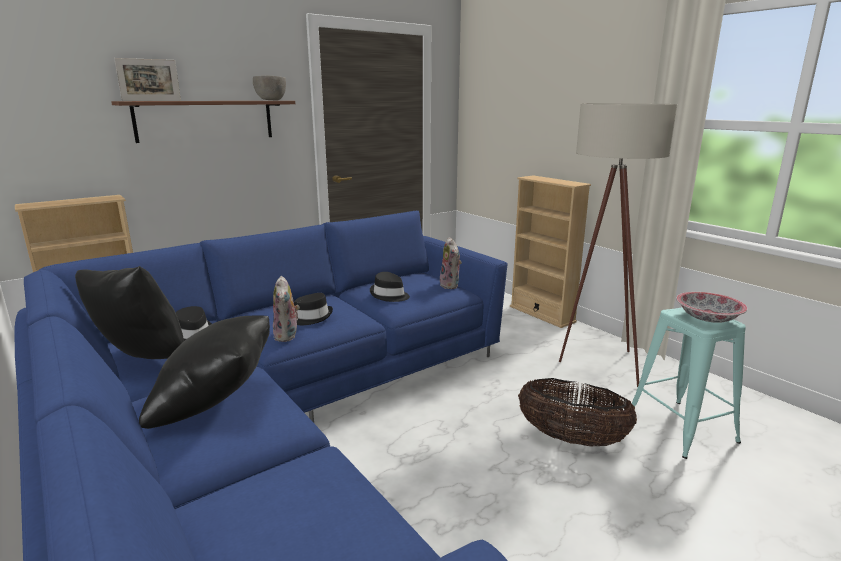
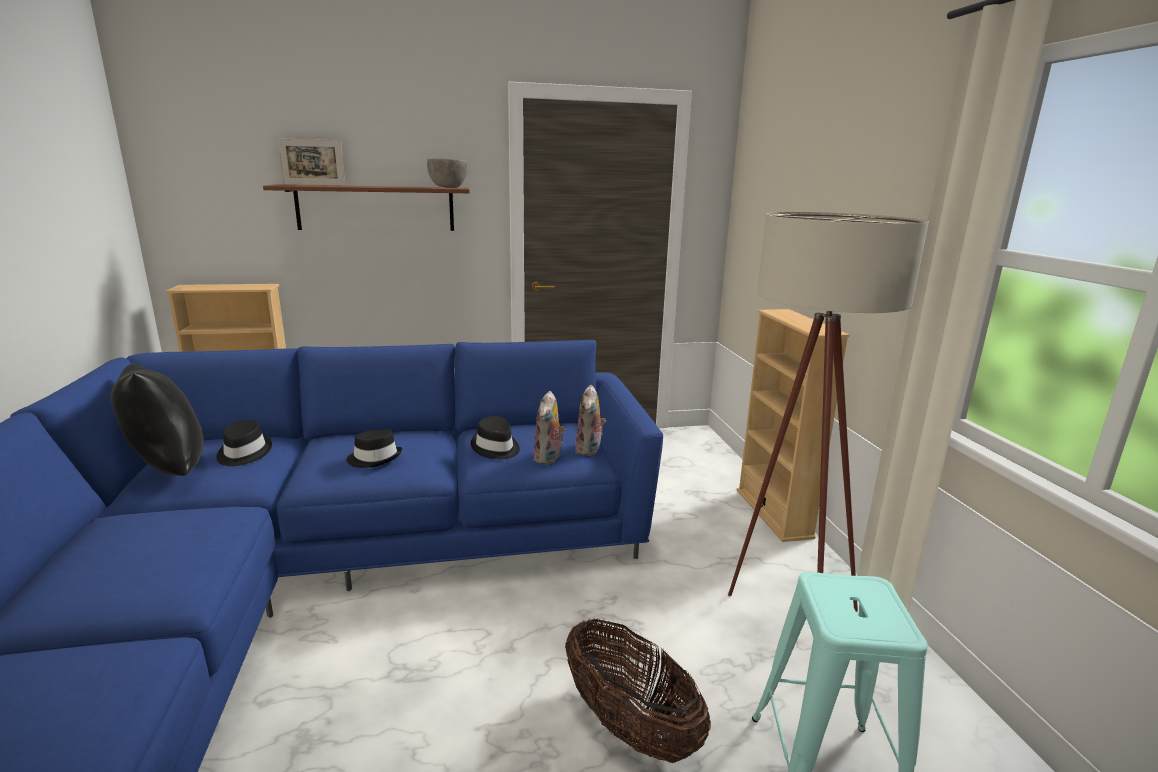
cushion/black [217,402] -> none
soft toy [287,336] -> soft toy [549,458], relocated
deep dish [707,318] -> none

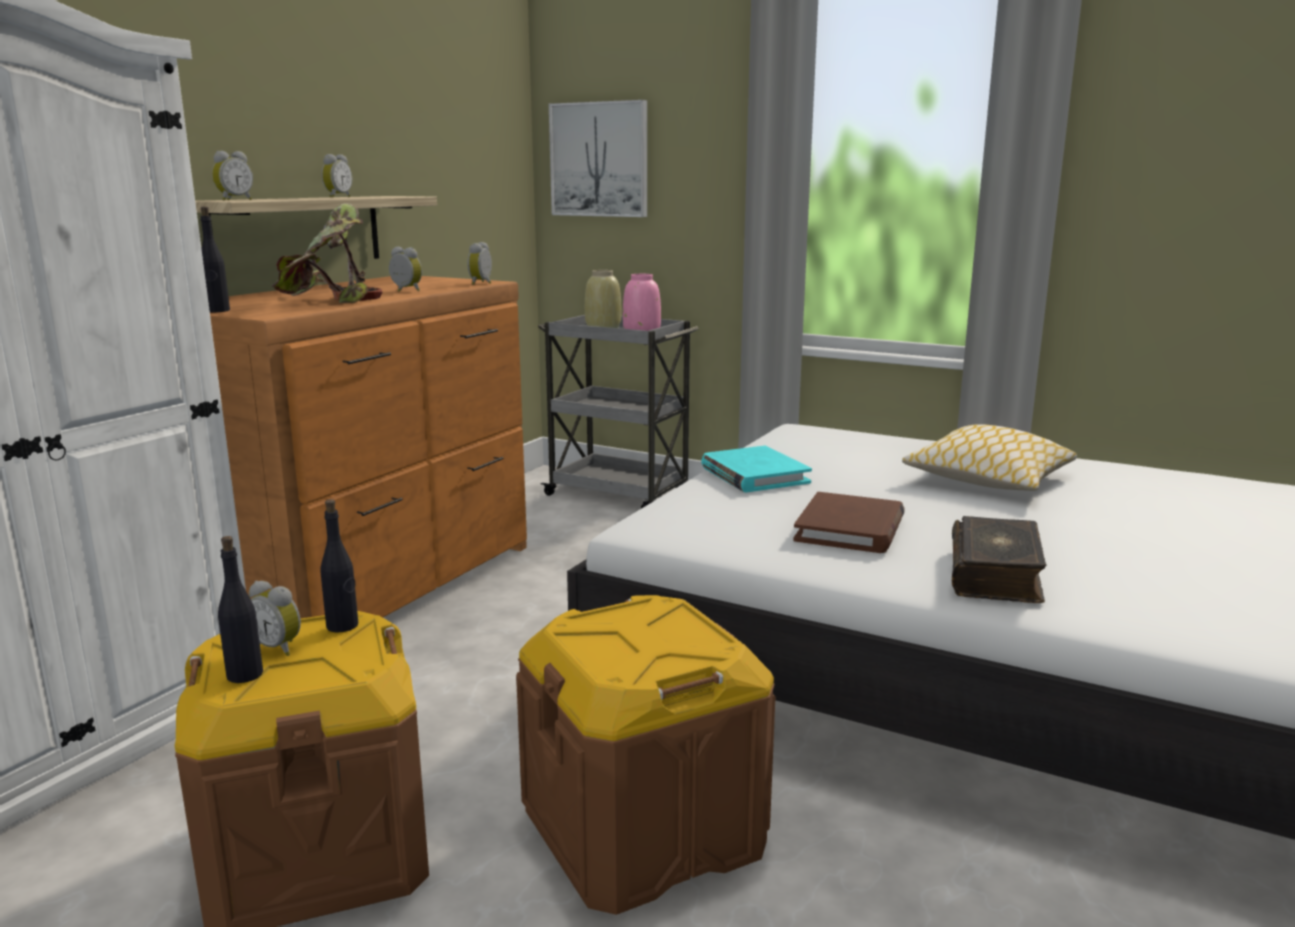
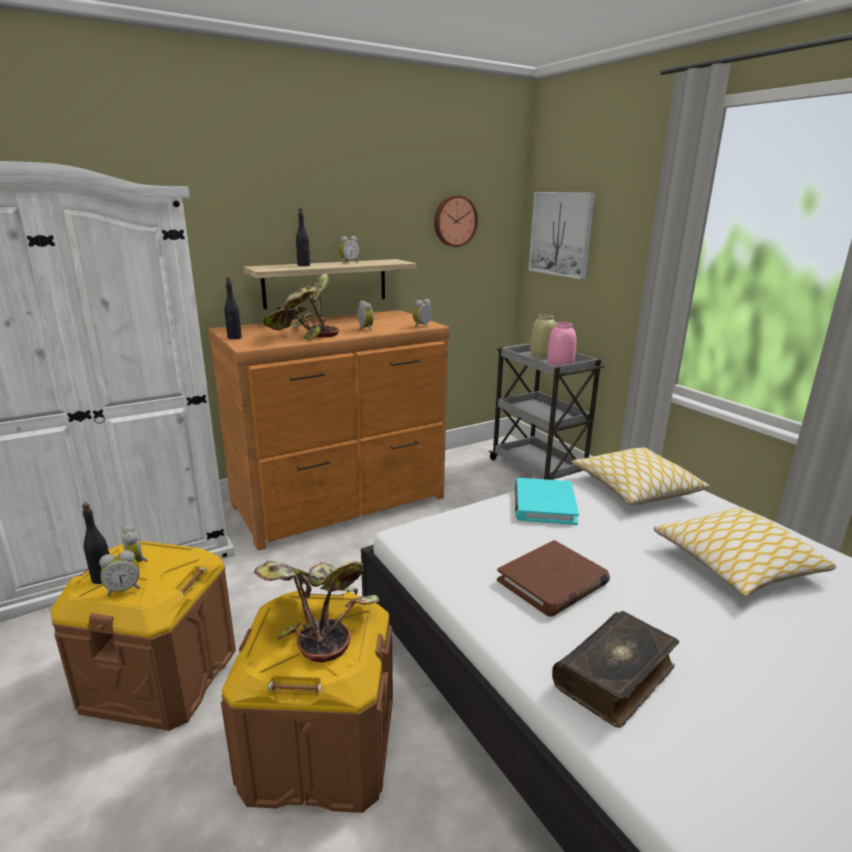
table clock [234,200] -> table clock [124,589], relocated
beverage bottle/black [343,626] -> beverage bottle/black [304,265], relocated
none -> potted plant [316,622]
none -> clock on the wall [454,221]
none -> cushion [635,488]

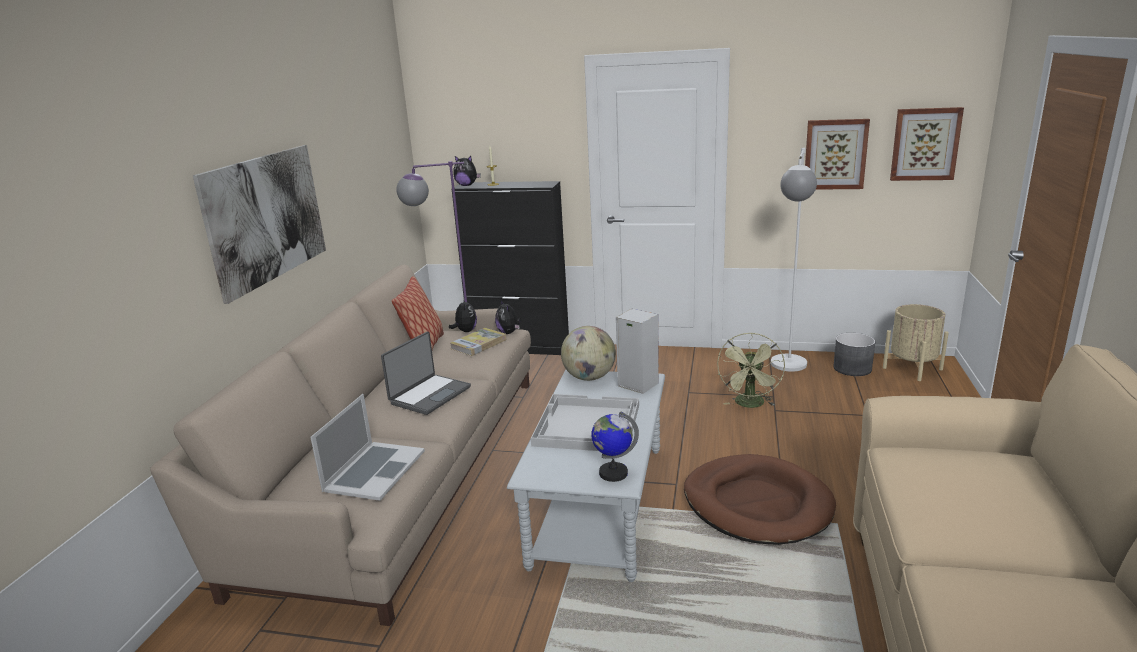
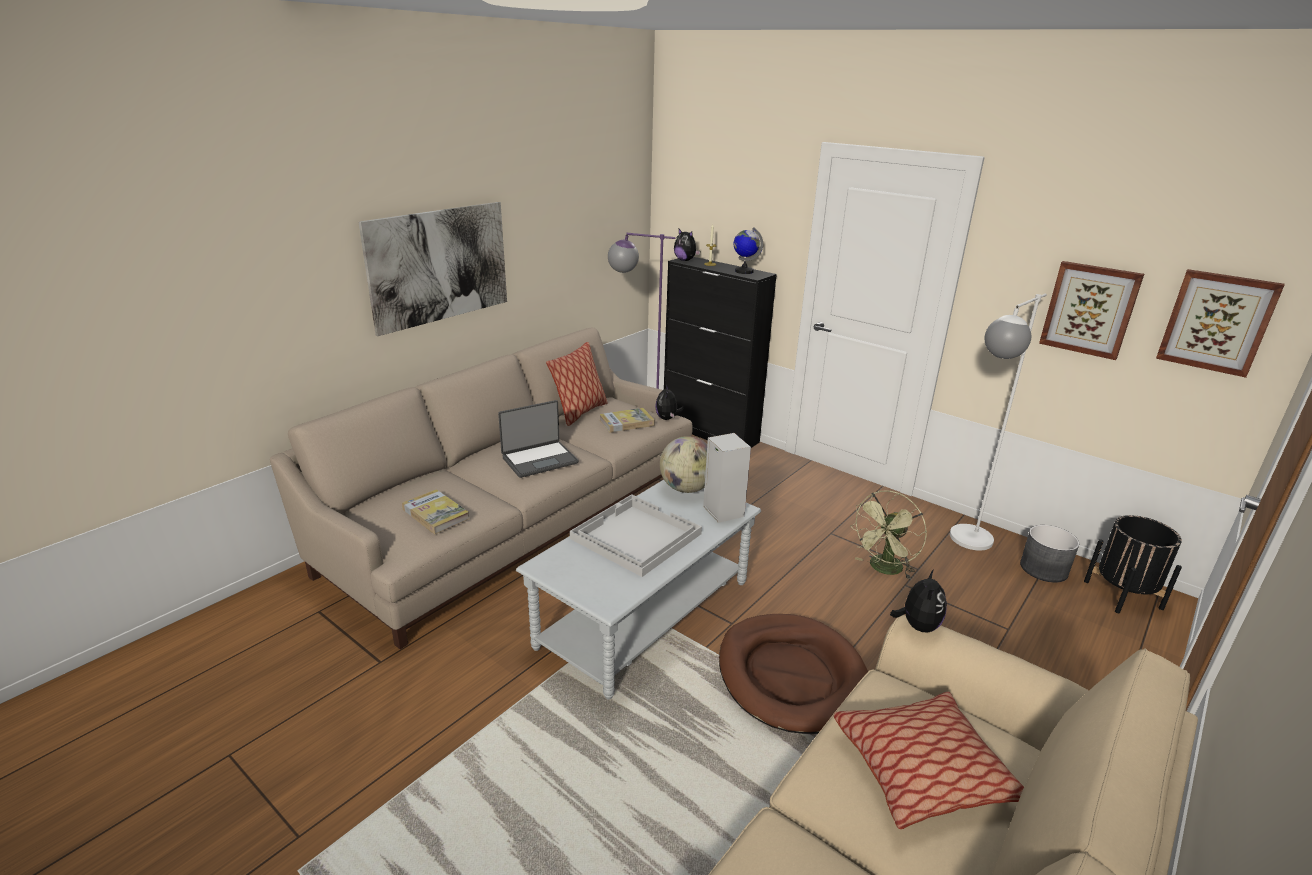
portable computer [374,470] -> volume [435,514]
soft toy [465,331] -> soft toy [917,625], relocated
world globe [613,473] -> world globe [744,271], relocated
flower pot/beige [912,368] -> flower pot/black [1122,595]
none -> cushion [922,770]

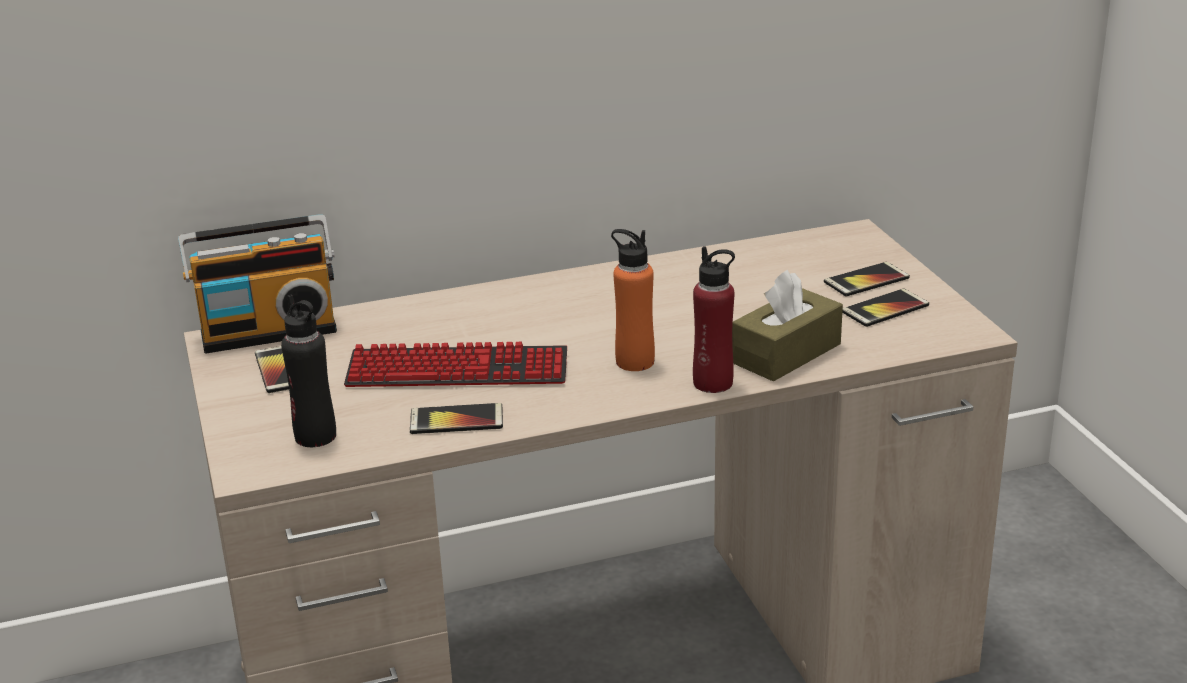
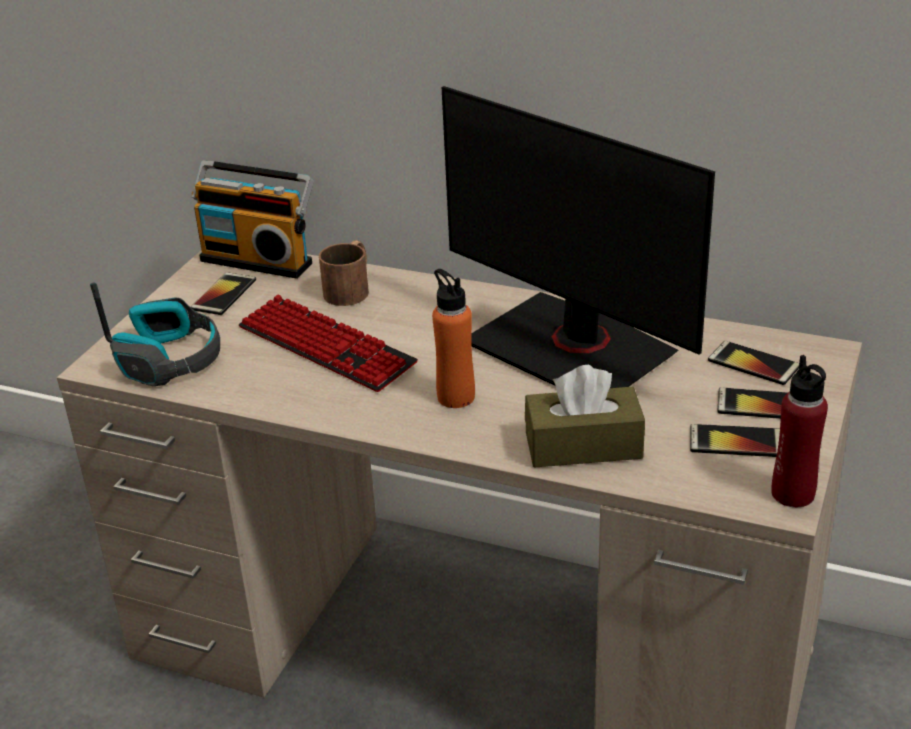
beverage bottle/black [315,436] -> headphones [169,358]
phone [456,420] -> phone [753,364], relocated
beverage bottle/red-coloured [713,383] -> beverage bottle/red-coloured [793,494], relocated
none -> tea mug/brown [351,288]
none -> monitor [571,349]

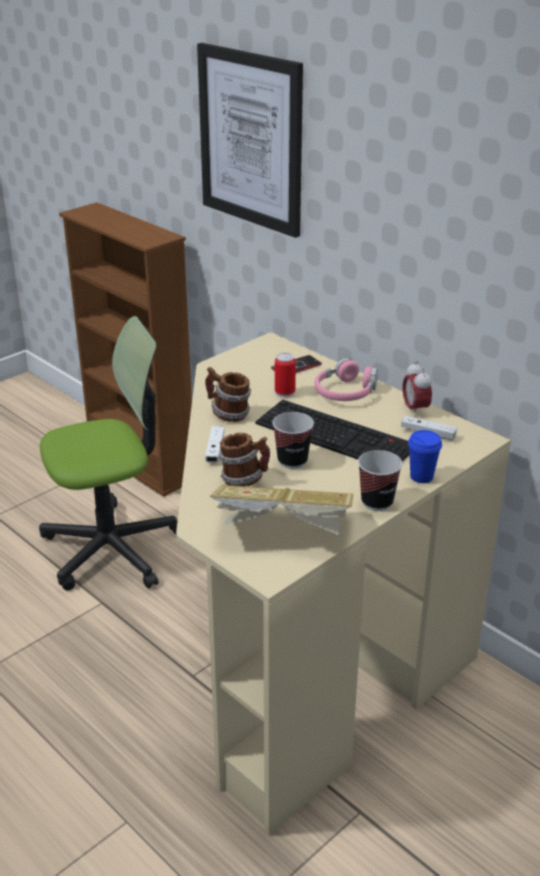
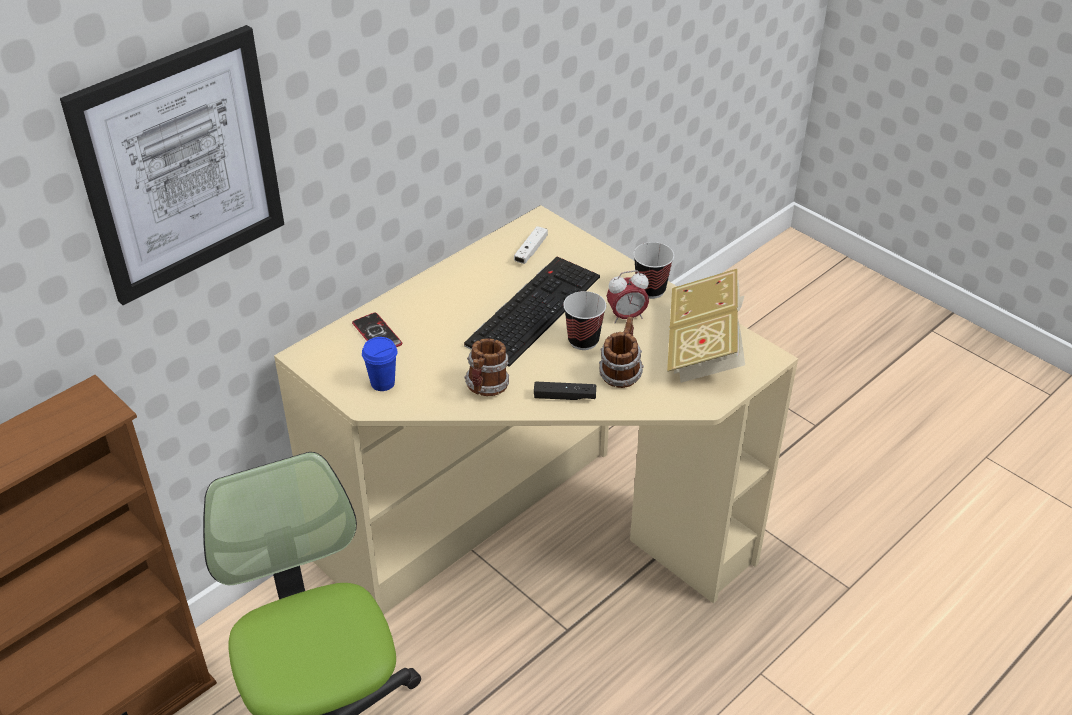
joypad/whitish [215,450] -> joypad/black [564,396]
sealed can [284,393] -> none
headphones/pink [345,392] -> none
table clock [415,410] -> table clock [626,317], relocated
drinking cup/blue [421,477] -> drinking cup/blue [383,383], relocated

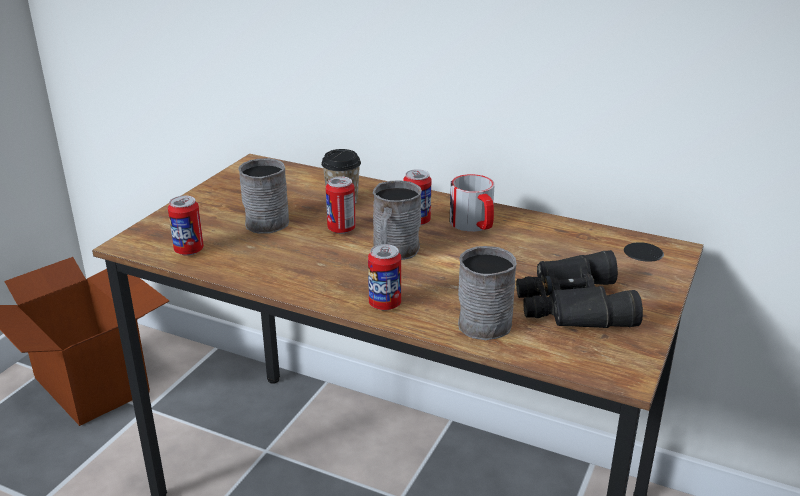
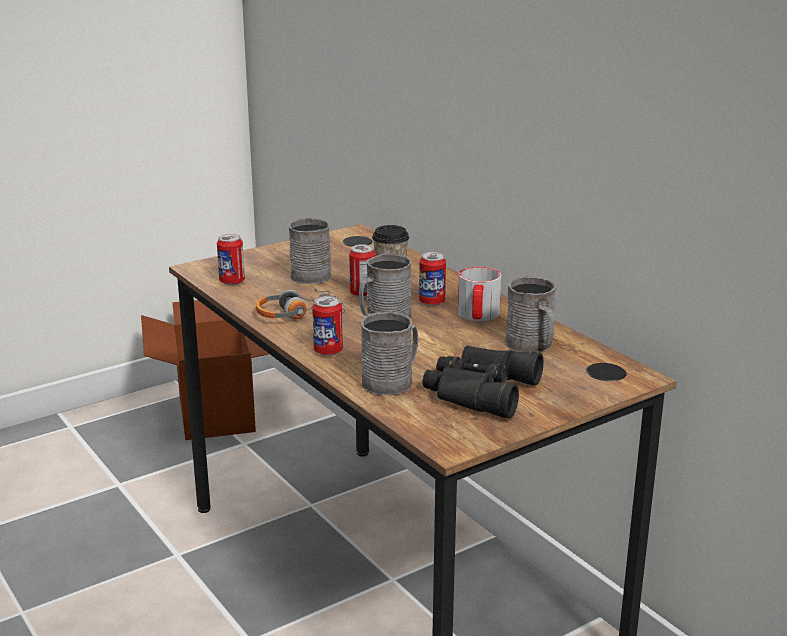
none -> headphones [299,314]
none -> tea mug/greyish [532,346]

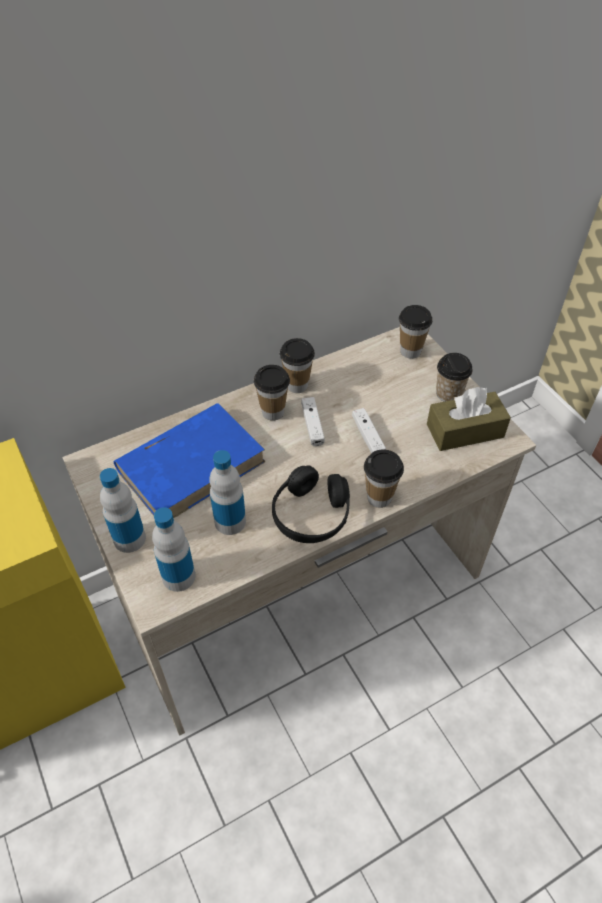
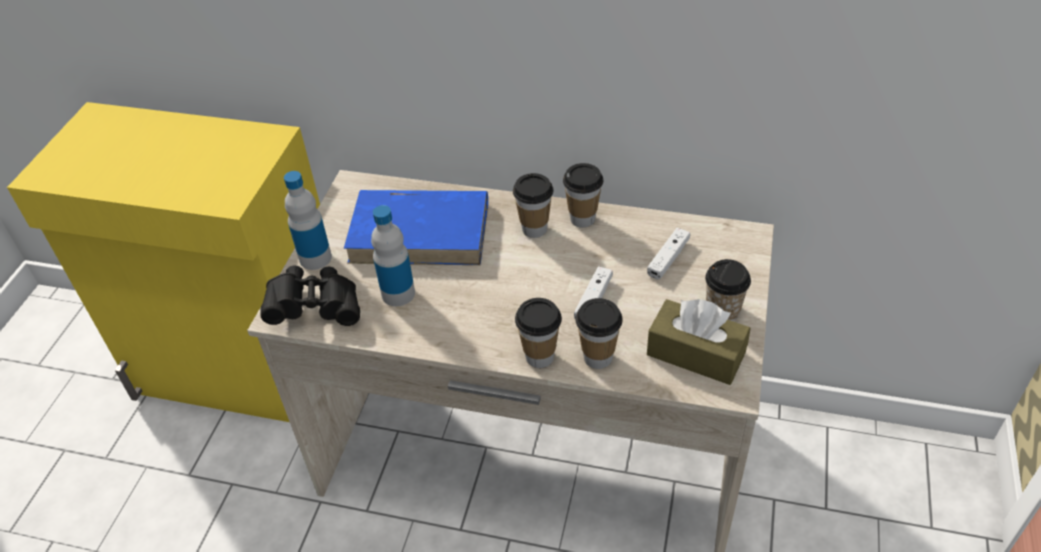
beverage bottle [178,576] -> pair of binoculars/black [315,308]
headphones/black [311,514] -> none
joypad/whitish [312,425] -> joypad/whitish [668,259], relocated
drinking cup [410,351] -> drinking cup [597,357], relocated

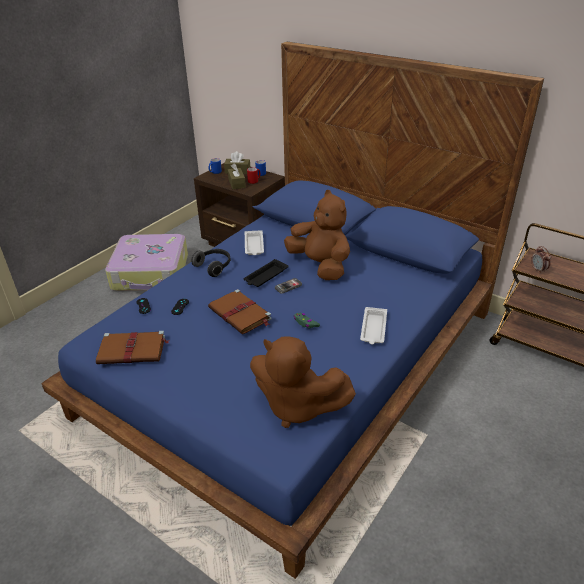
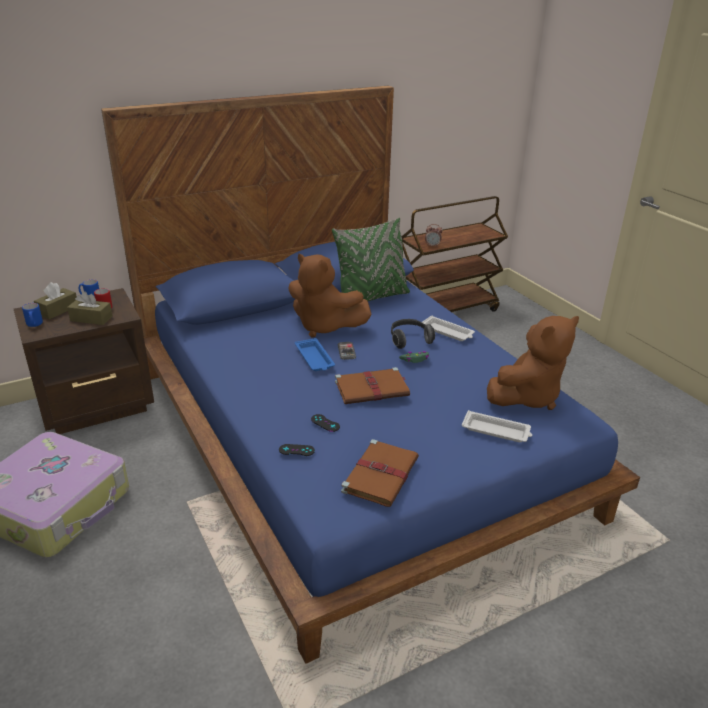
headphones [214,267] -> headphones [409,340], relocated
carrying tray/black [265,276] -> carrying tray/blue [315,359]
carrying tray/whitish [254,246] -> carrying tray/whitish [497,431], relocated
soft toy/brown [320,266] -> soft toy/brown [324,327], 135 degrees counterclockwise
none -> cushion/greenish [371,298]

